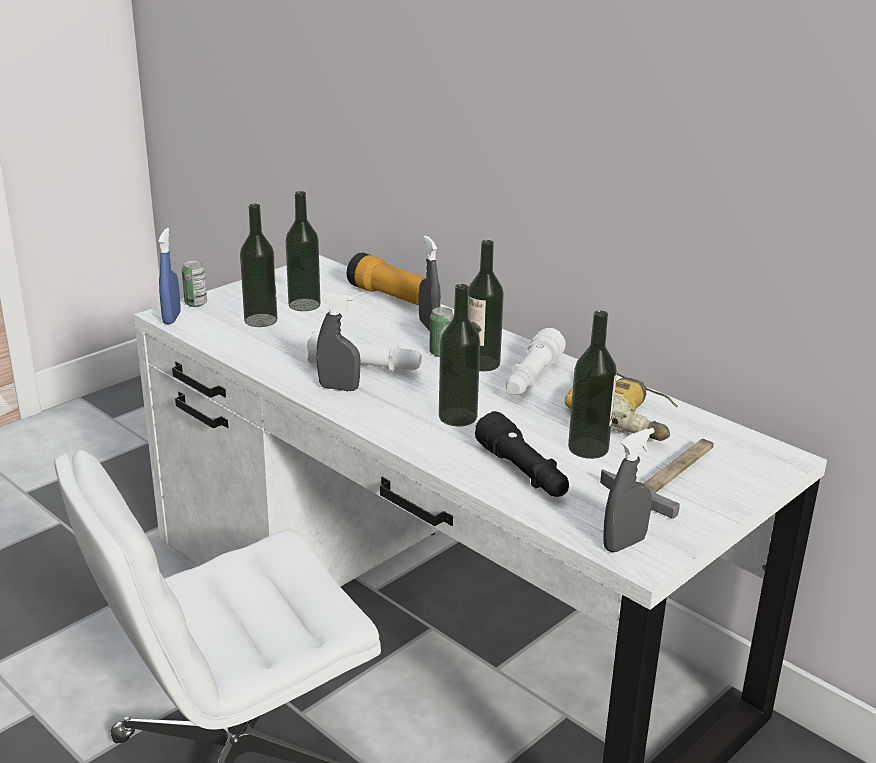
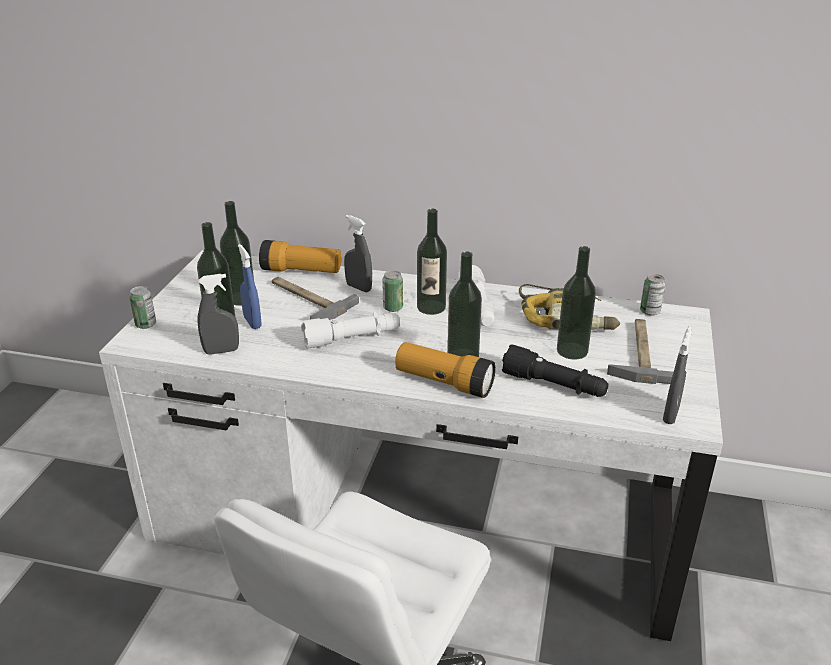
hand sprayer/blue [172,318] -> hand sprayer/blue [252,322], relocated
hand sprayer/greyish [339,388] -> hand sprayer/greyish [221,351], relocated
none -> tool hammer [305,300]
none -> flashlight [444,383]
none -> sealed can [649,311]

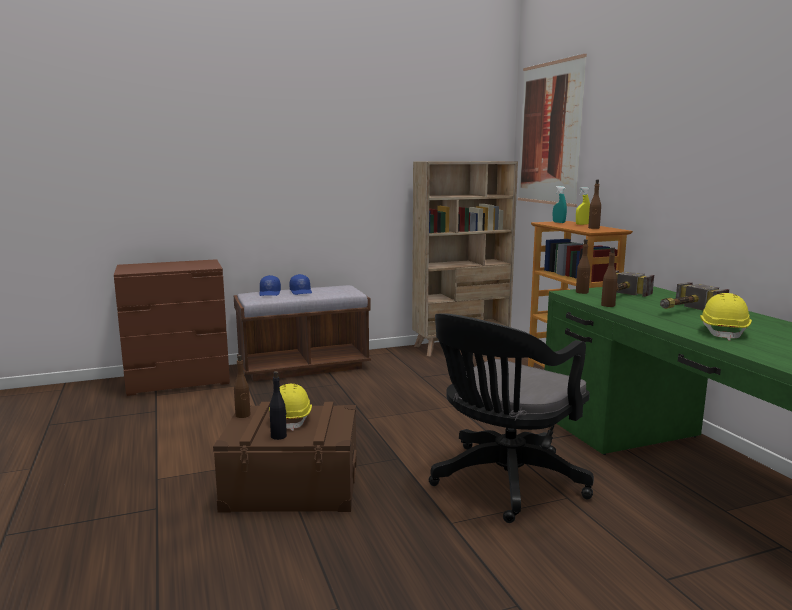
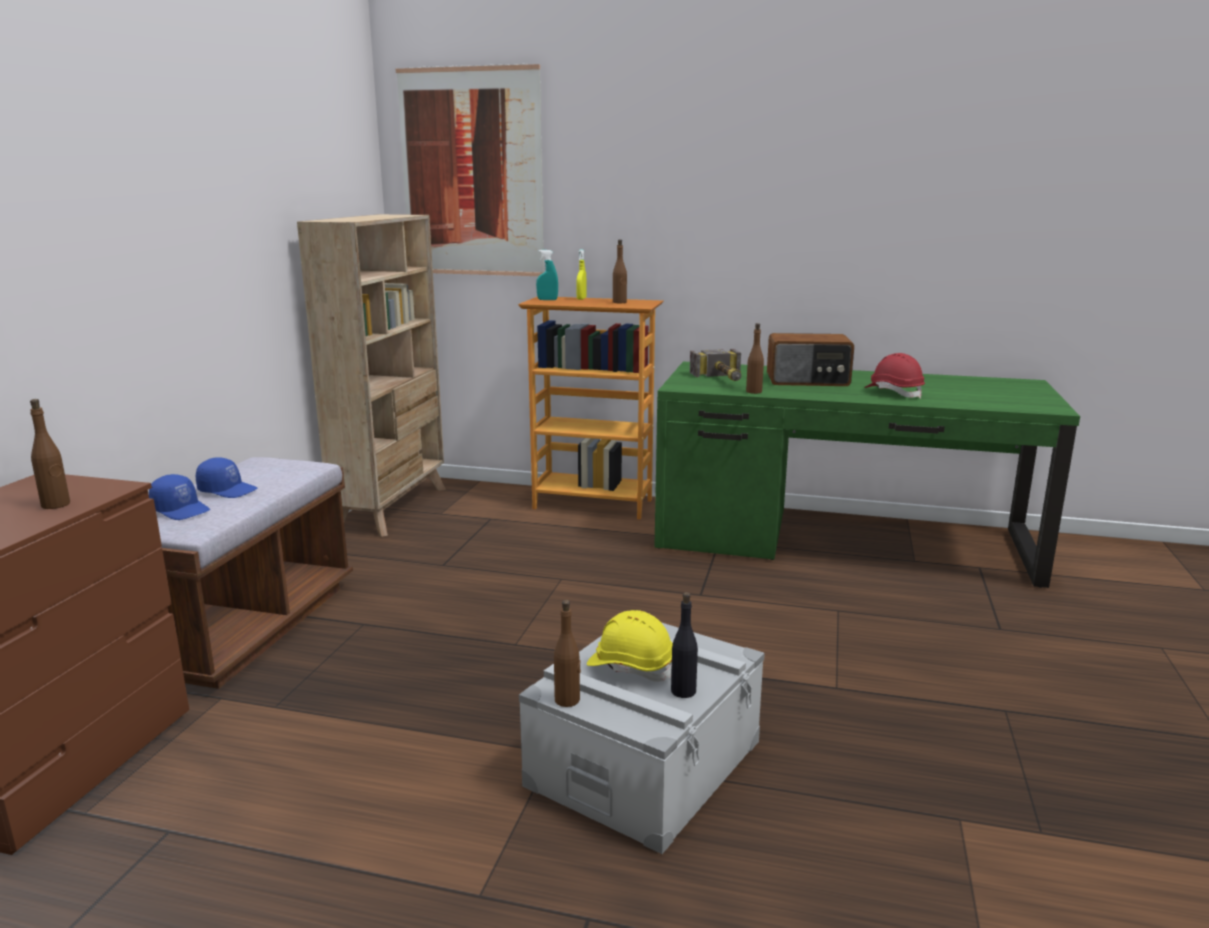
storage bin/brown [292,484] -> storage bin/greyish [644,762]
computer chair/black [503,483] -> none
beverage bottle/brown [582,292] -> beverage bottle/brown [56,505], relocated
tool hammer [684,310] -> radio [808,380]
work helmet/yellow-coloured [723,332] -> work helmet/red-coloured [894,392]

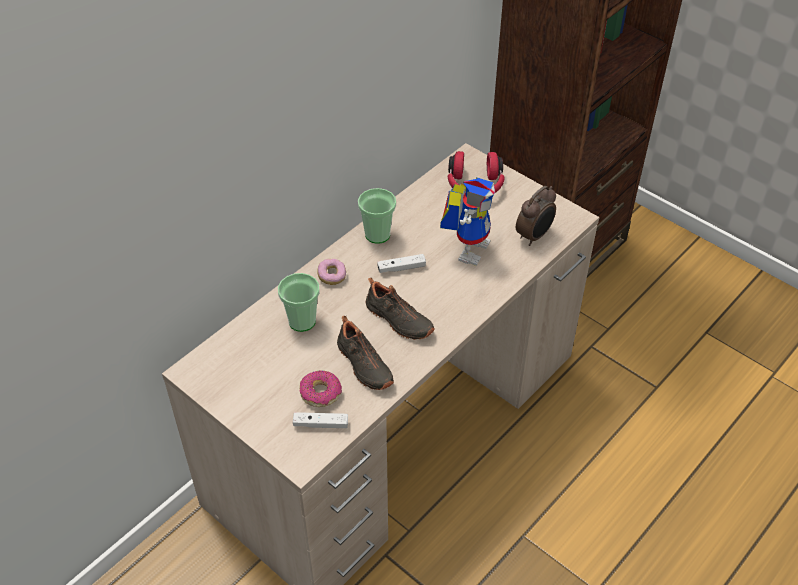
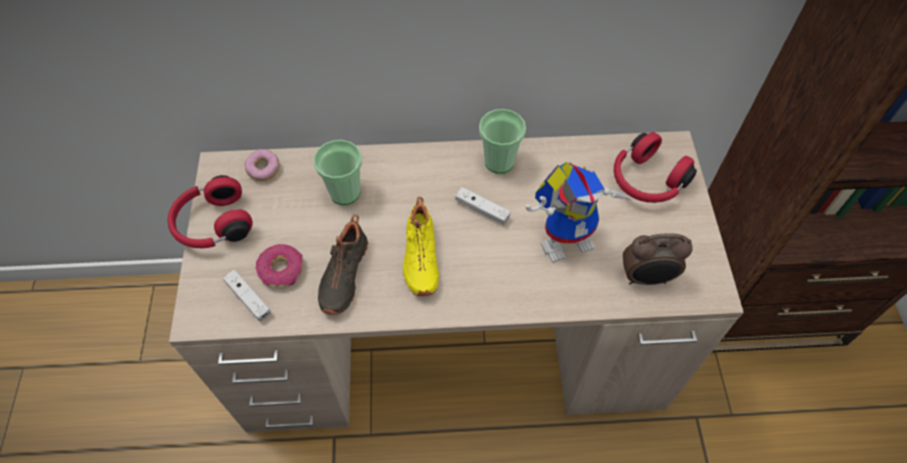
doughnut [332,276] -> doughnut [264,170], relocated
item of footwear/black [398,321] -> item of footwear/yellow-coloured [419,258]
none -> headphones/red-coloured [213,224]

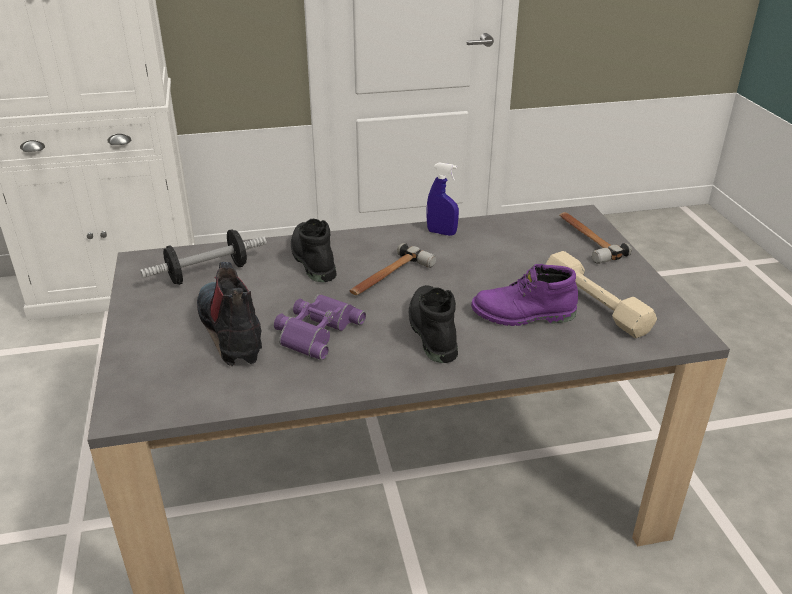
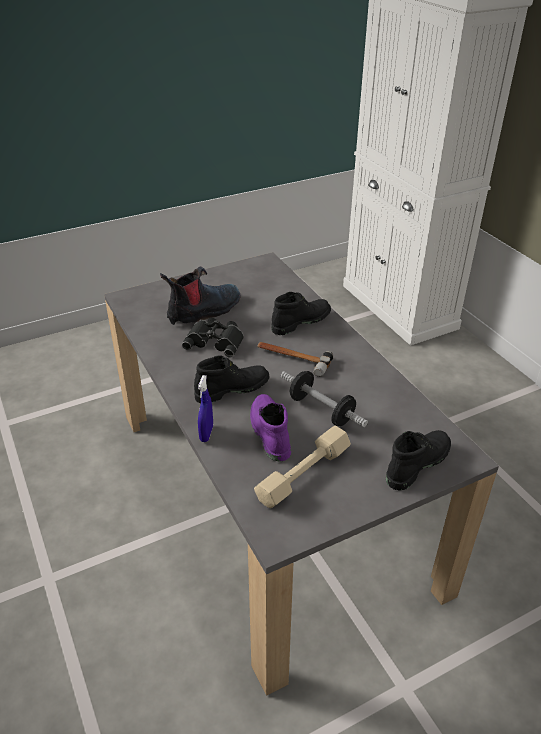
free weight [208,273] -> free weight [321,410], relocated
pair of binoculars/purple-coloured [316,330] -> pair of binoculars/black [215,341]
hand sprayer/blue [441,233] -> hand sprayer/blue [206,434], relocated
tool hammer [586,240] -> high-top boot/black [416,463]

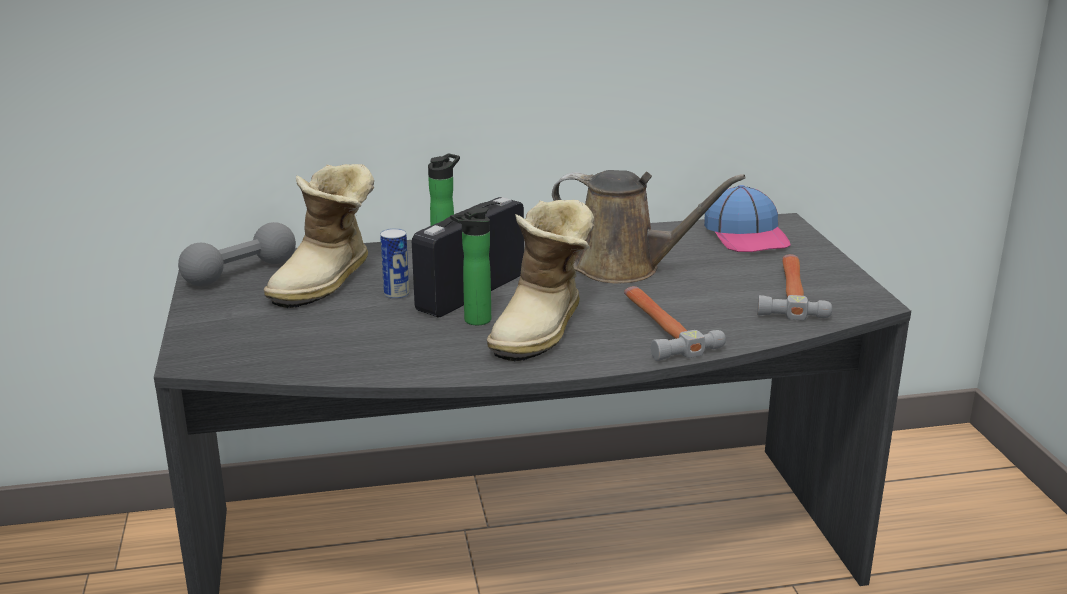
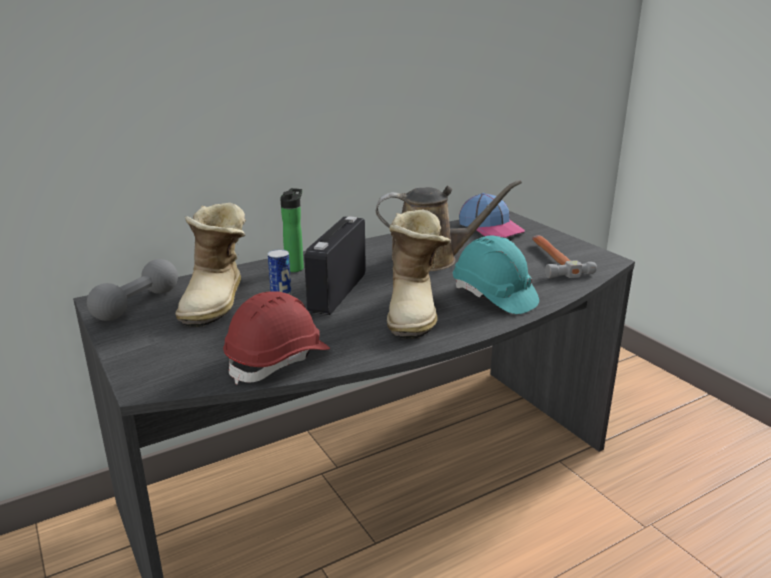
beverage bottle [473,321] -> none
tool hammer [660,327] -> work helmet/blue-green [493,296]
none -> work helmet/red-coloured [278,360]

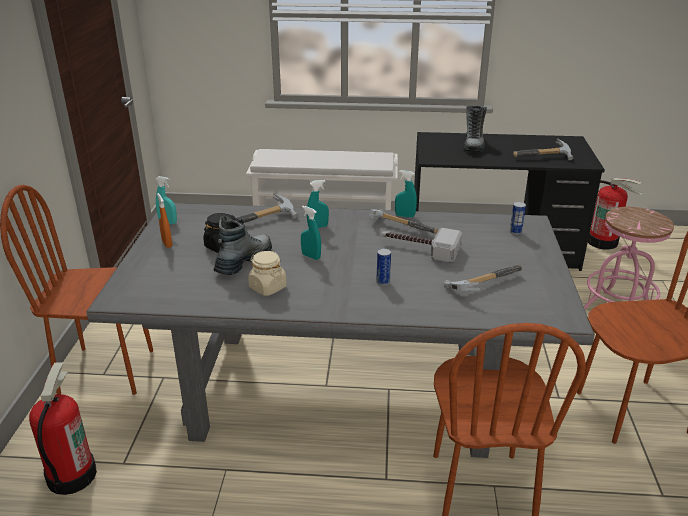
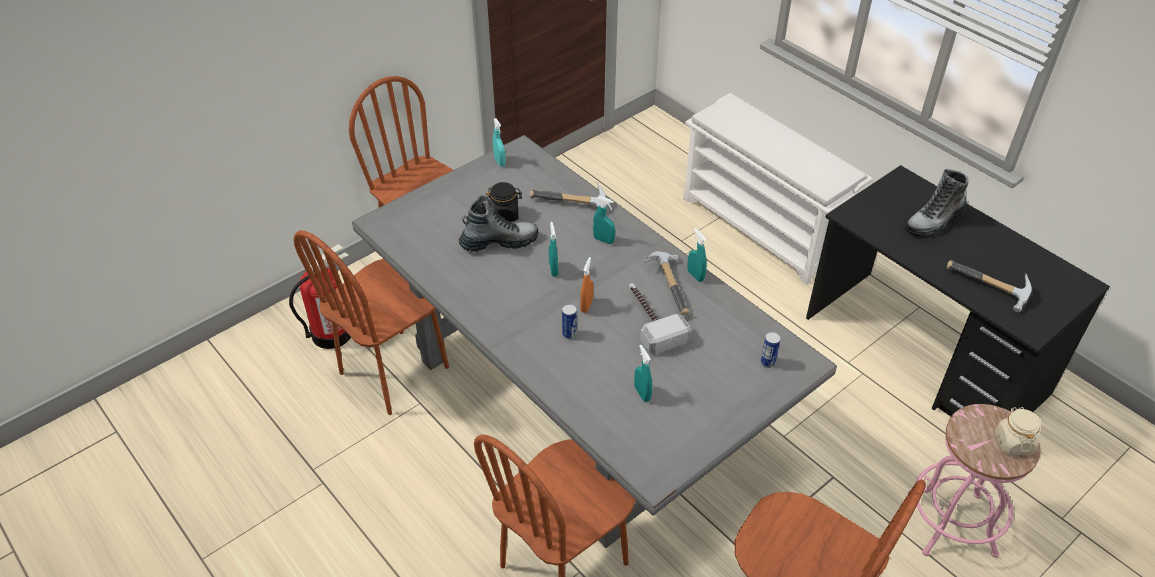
hand sprayer/orange [167,244] -> hand sprayer/orange [586,305], relocated
storage jar/beige [267,287] -> storage jar/beige [1013,442], relocated
tool hammer [481,284] -> hand sprayer/blue-green [642,394]
fire-fighting cylinder [602,242] -> none
none -> upright chair/brown [395,371]

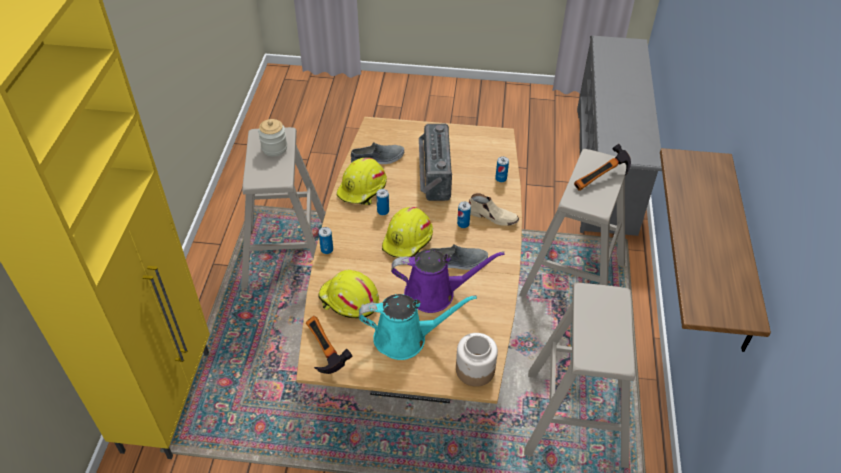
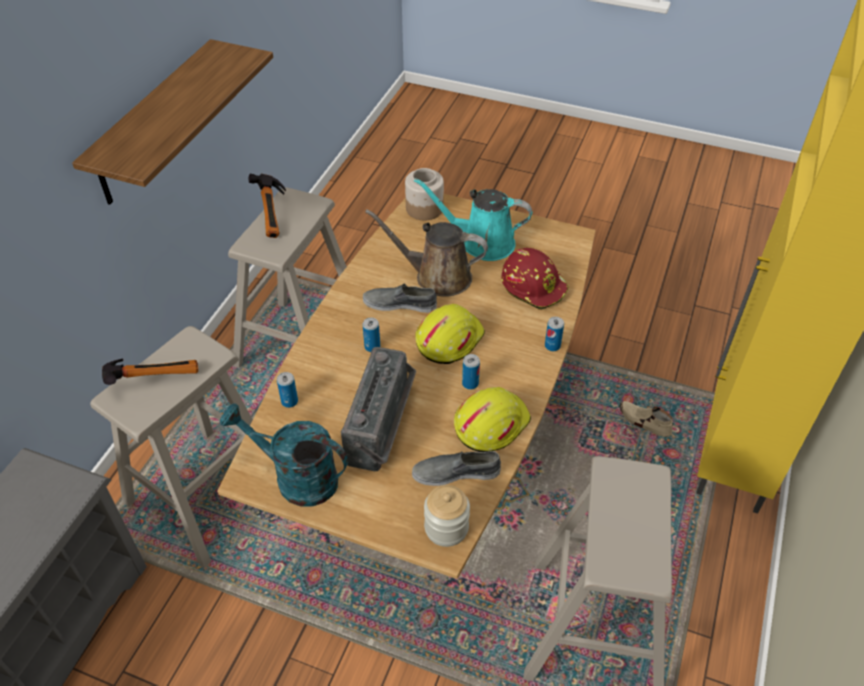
storage jar [274,148] -> storage jar [446,528], relocated
tool hammer [321,352] -> tool hammer [274,215], relocated
work helmet/yellow-coloured [349,300] -> work helmet/red-coloured [534,285]
watering pot/purple-coloured [435,293] -> watering pot/brown [437,276]
item of footwear/beige [492,216] -> item of footwear/beige [644,422], relocated
none -> watering pot/blue-green [296,477]

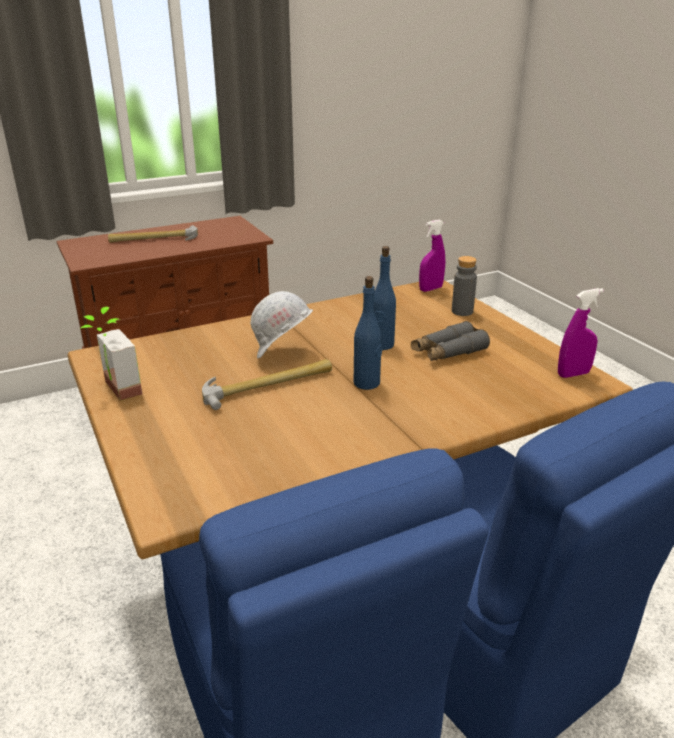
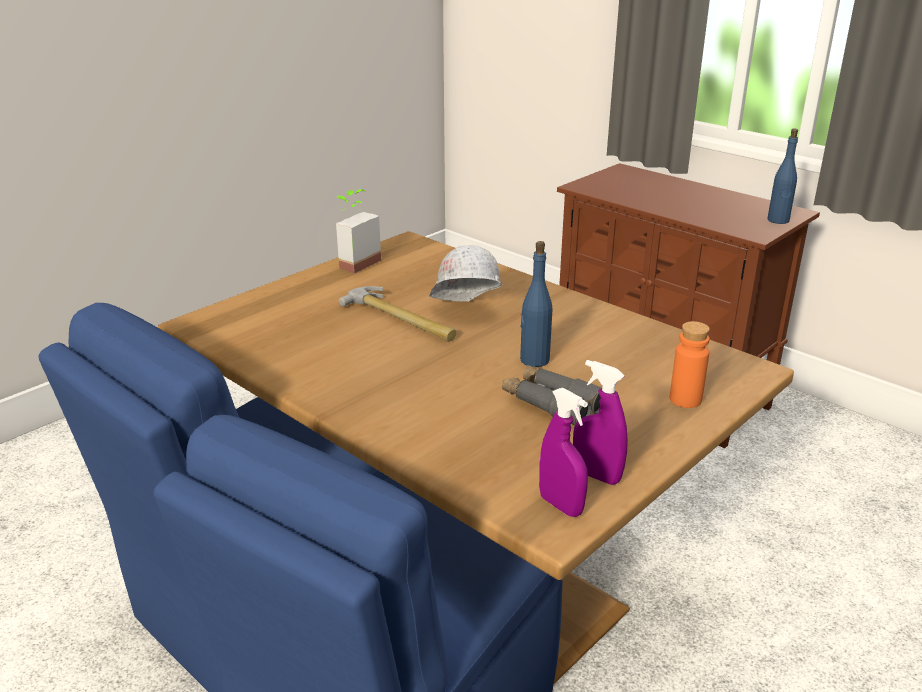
tool hammer [154,239] -> none
beverage bottle/blue [367,383] -> beverage bottle/blue [778,220], relocated
hand sprayer/purple-coloured [430,289] -> hand sprayer/purple-coloured [596,476], relocated
beverage bottle/greyish [462,311] -> beverage bottle/orange [685,399]

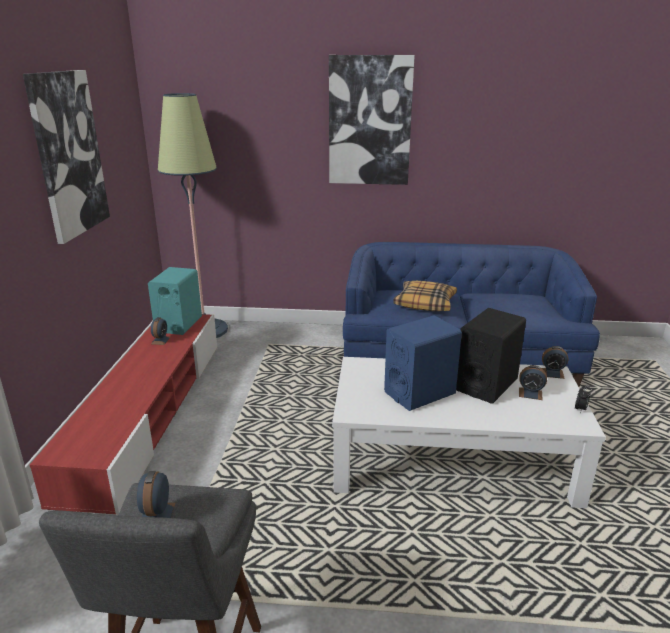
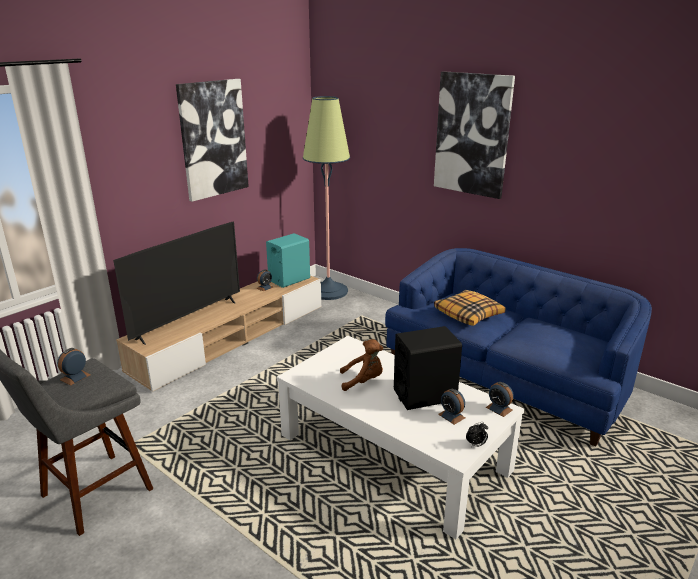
tv unit/red-coloured [148,413] -> tv unit/beige [232,337]
loudspeaker/blue [419,393] -> soft toy/brown [363,381]
none -> TV [188,320]

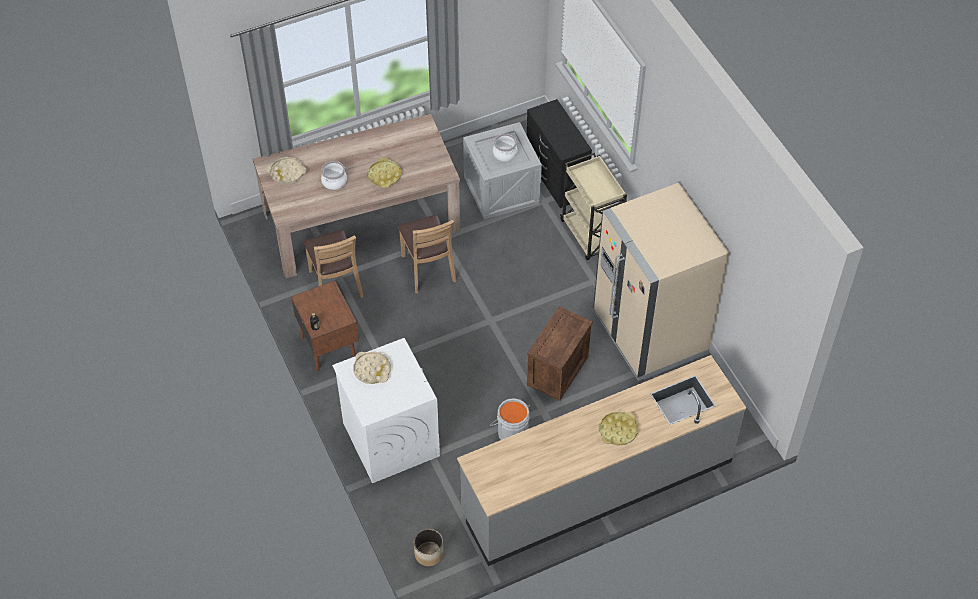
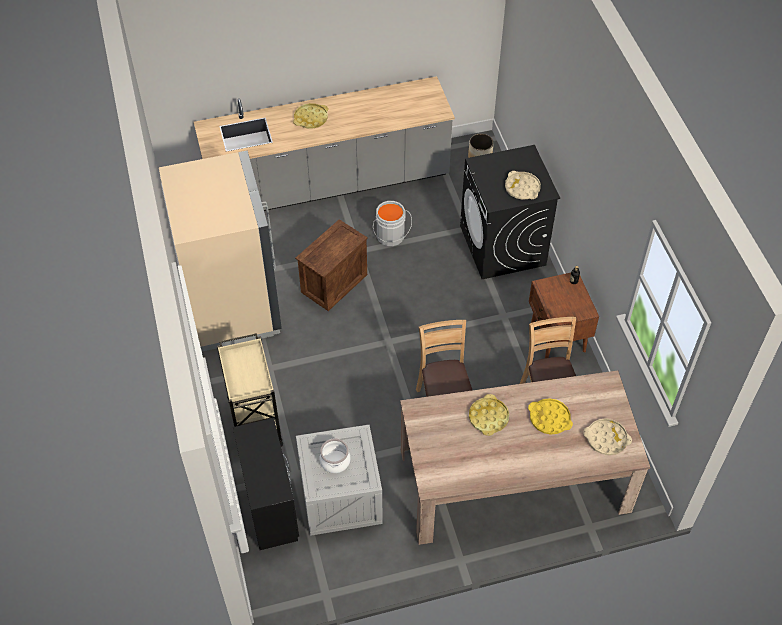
cooking pot [334,181] -> carrying tray/yellow-coloured [549,419]
washing machine/whitish [390,439] -> washing machine/black [503,246]

